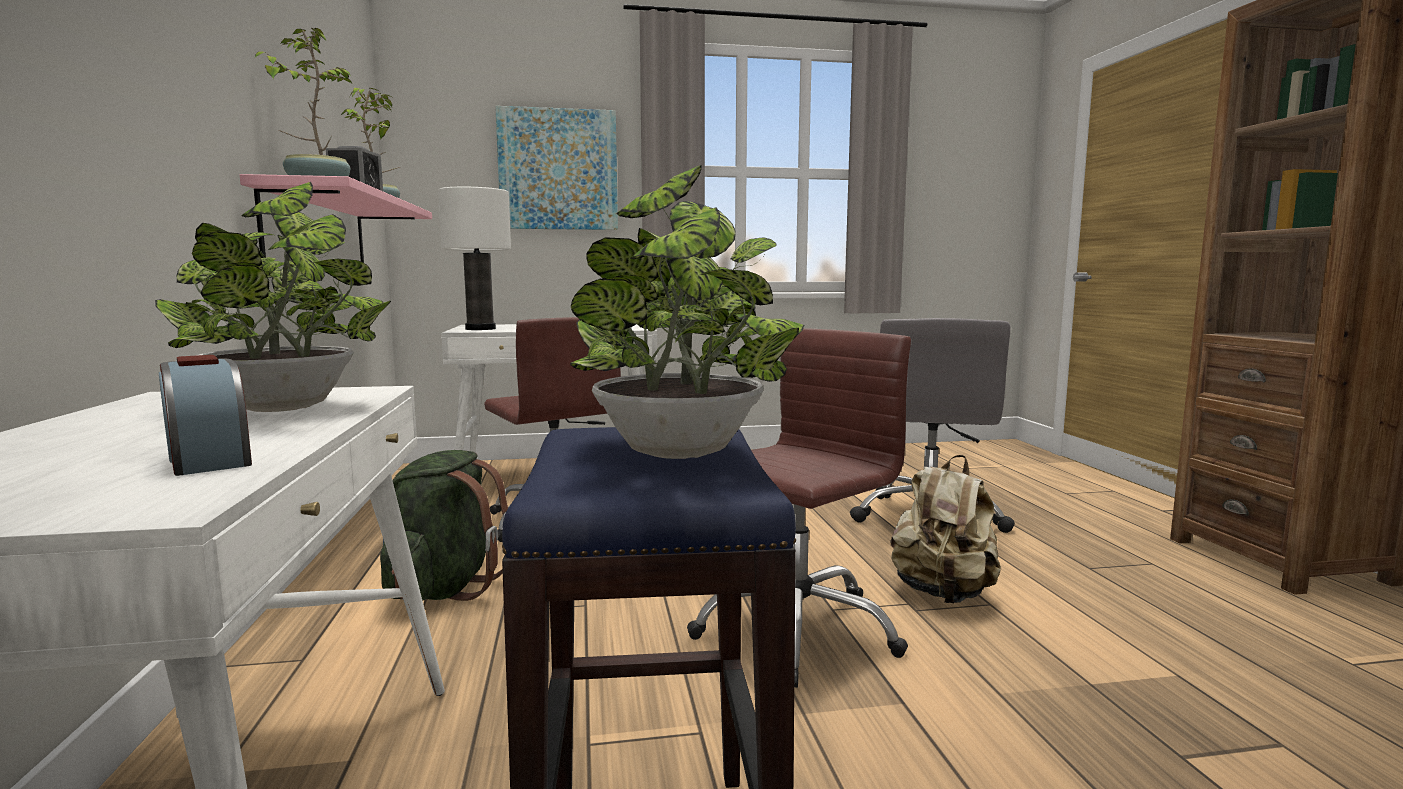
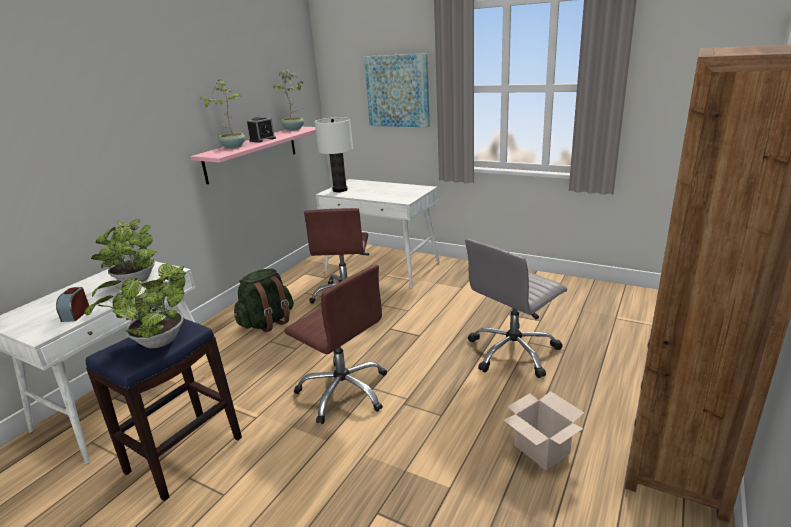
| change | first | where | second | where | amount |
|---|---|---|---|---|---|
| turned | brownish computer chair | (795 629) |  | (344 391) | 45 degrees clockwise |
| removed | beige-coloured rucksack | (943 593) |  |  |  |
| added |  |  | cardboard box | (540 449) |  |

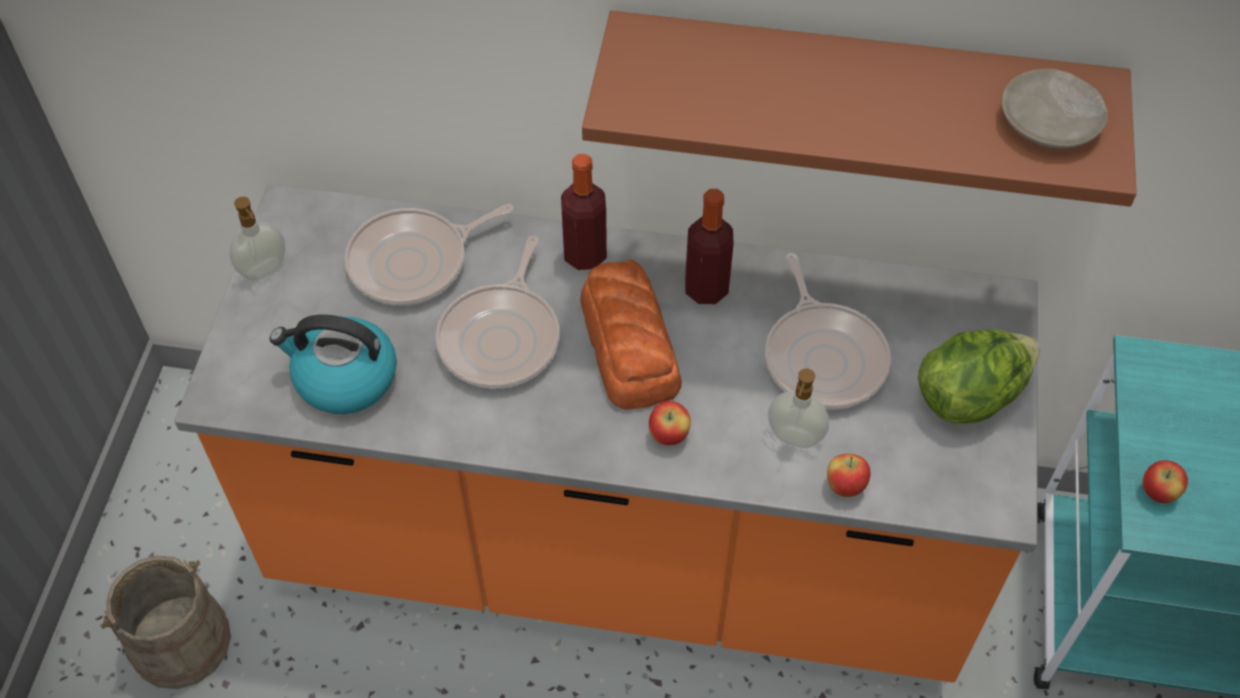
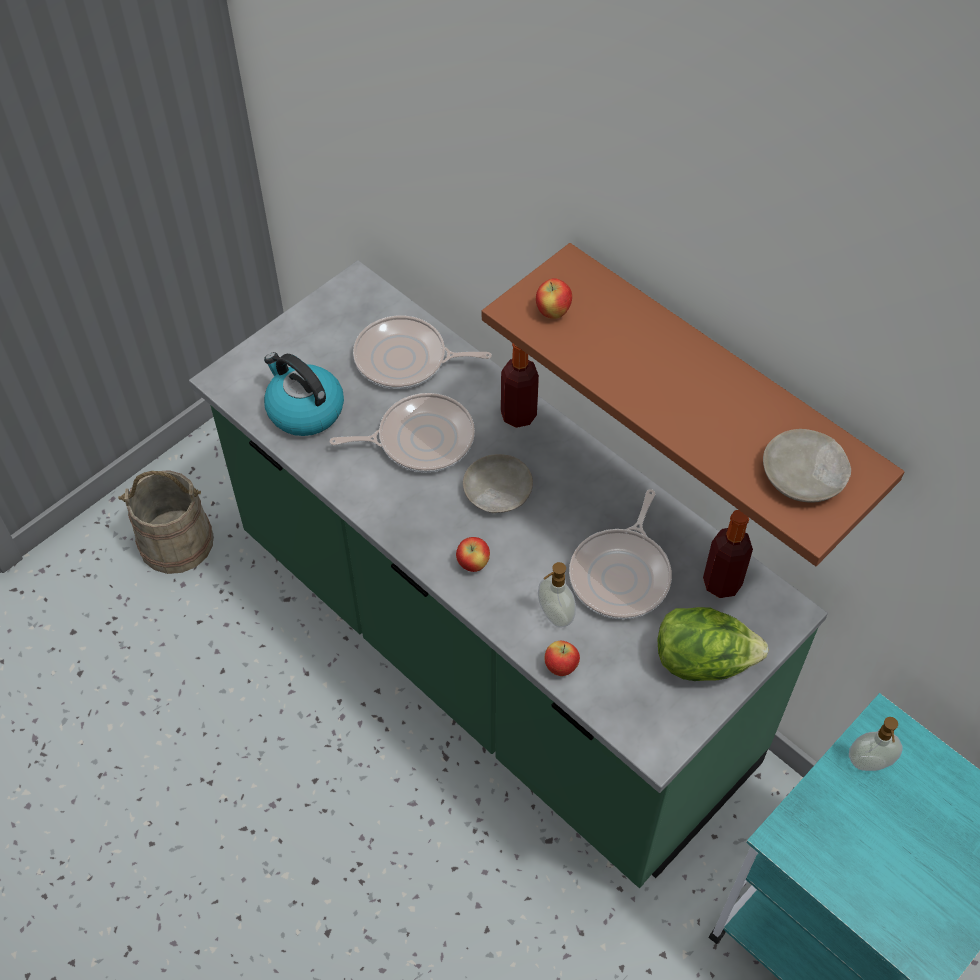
| change | first | where | second | where | amount |
|---|---|---|---|---|---|
| recoloured | orange-coloured kitchen counter | (620 548) | green-coloured kitchen counter | (490 653) |  |
| moved | beverage bottle | (706 289) |  | (722 583) |  |
| moved | soap dispenser | (265 270) |  | (869 764) |  |
| turned | frying pan | (502 337) |  | (420 439) | 150 degrees counterclockwise |
| replaced | bakery bread | (629 346) | beige-coloured dinner plate | (497 491) |  |
| moved | apple fruit | (1158 493) |  | (553 312) |  |

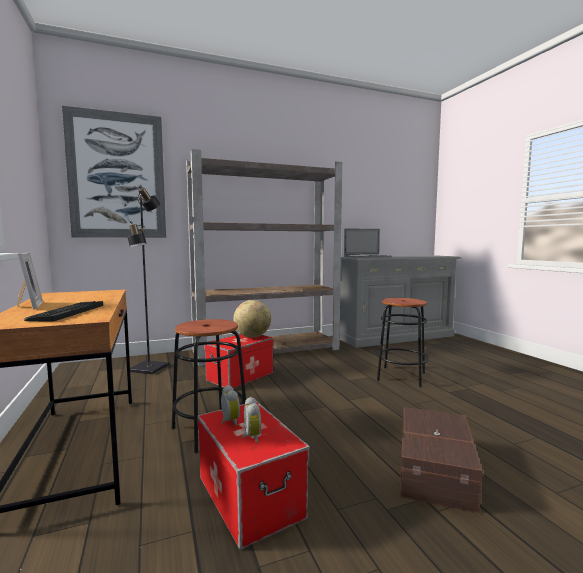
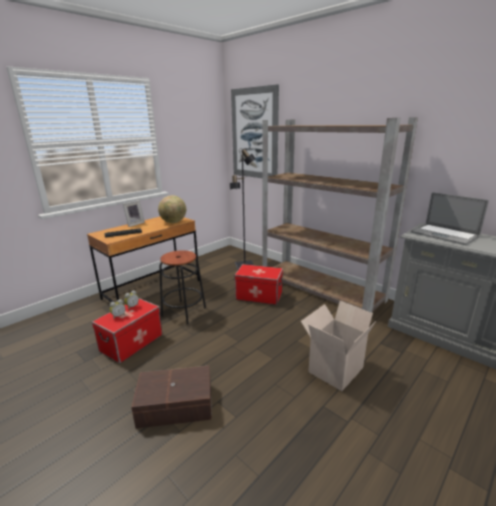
| change | first | where | second | where | amount |
|---|---|---|---|---|---|
| replaced | black-coloured sitting stool | (401 376) | cardboard box | (334 368) |  |
| moved | globe | (252 336) |  | (174 222) |  |

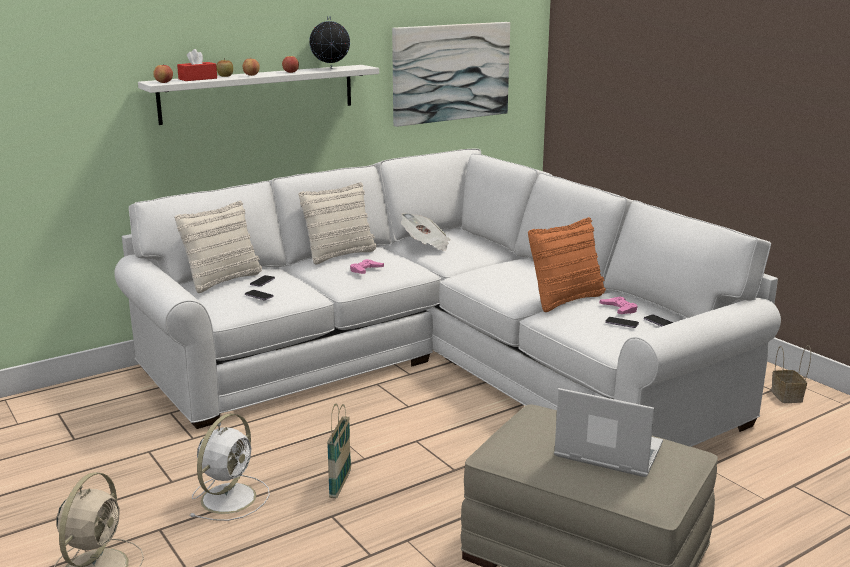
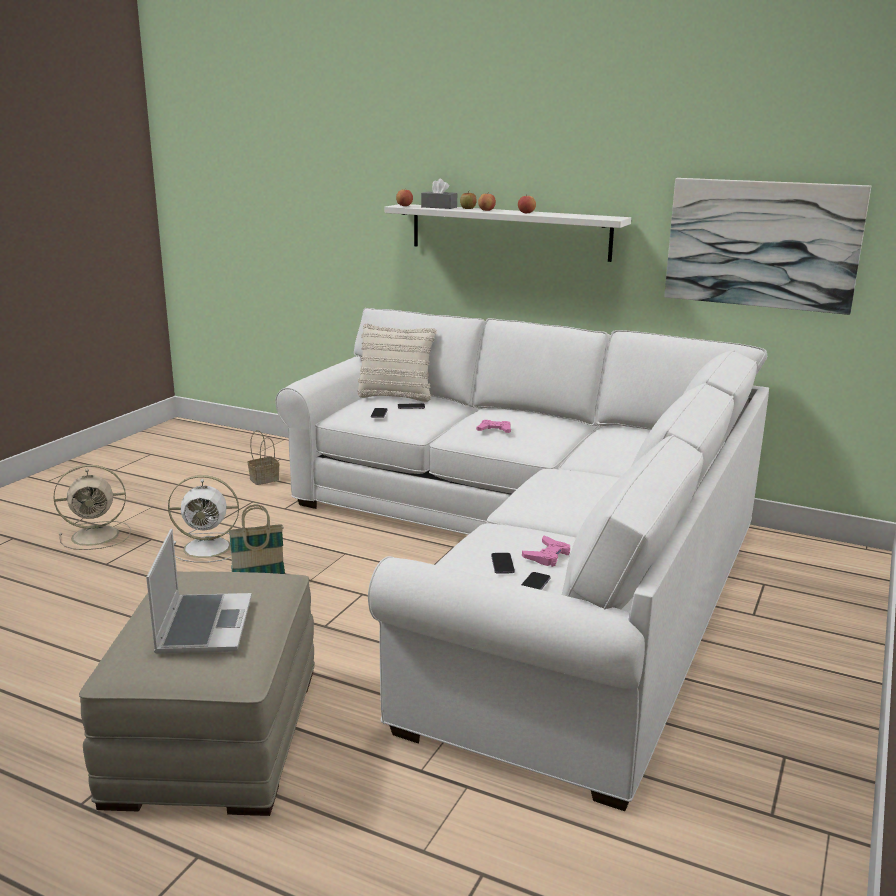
| change | first | where | second | where | amount |
|---|---|---|---|---|---|
| removed | globe | (330 68) |  |  |  |
| recoloured | red-coloured tissue holder | (198 79) | gray tissue holder | (439 207) |  |
| removed | beige-coloured cushion | (339 255) |  |  |  |
| removed | printed paper | (426 245) |  |  |  |
| removed | orange-coloured cushion | (565 300) |  |  |  |
| moved | storage basket | (787 396) |  | (263 480) |  |

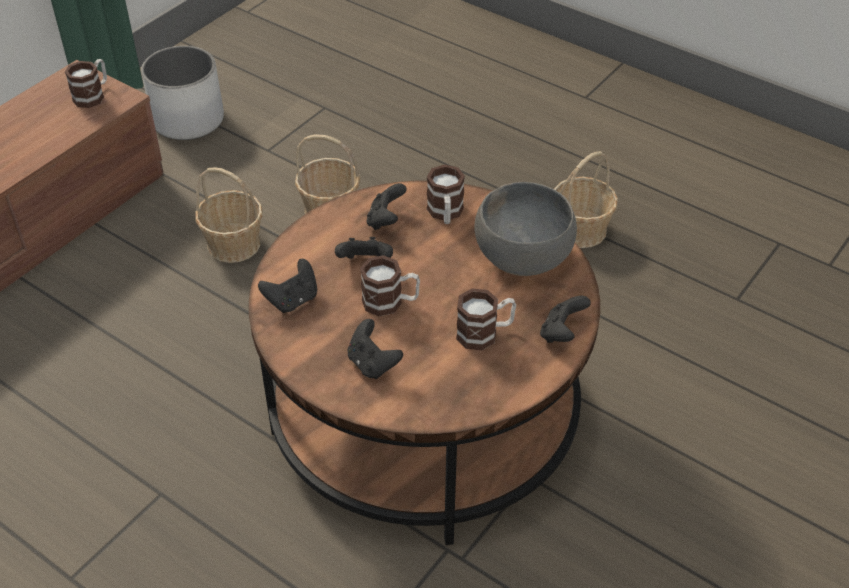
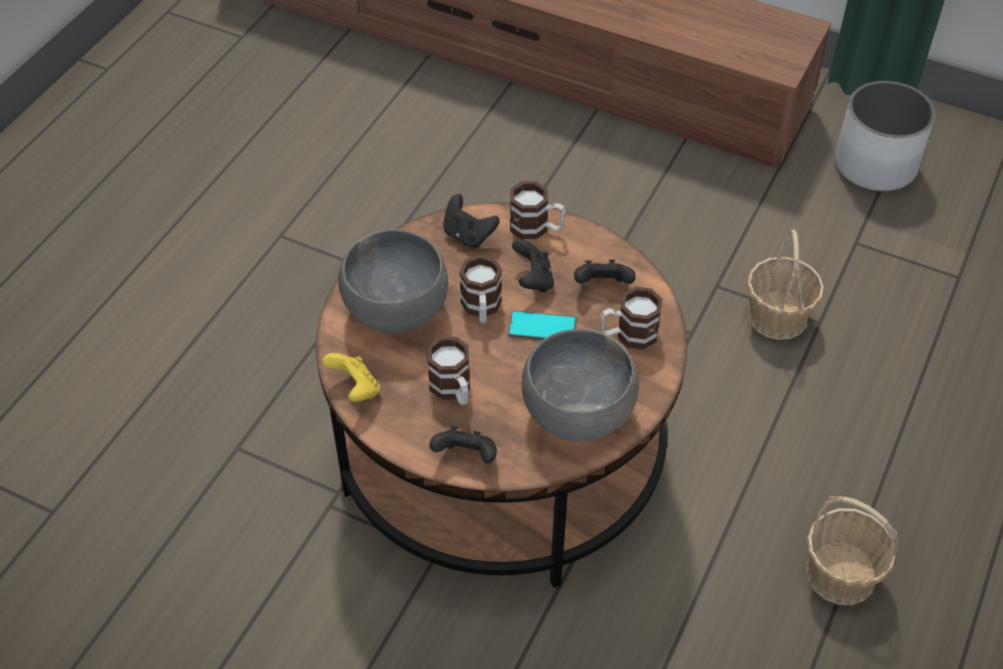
| change | first | where | second | where | amount |
|---|---|---|---|---|---|
| moved | coffee mug | (93 95) |  | (536 228) |  |
| removed | storage basket | (233 244) |  |  |  |
| replaced | black-coloured gamepad | (372 364) | gray serving bowl | (396 307) |  |
| added |  |  | telephone | (542 327) |  |
| added |  |  | yellow gamepad | (355 389) |  |

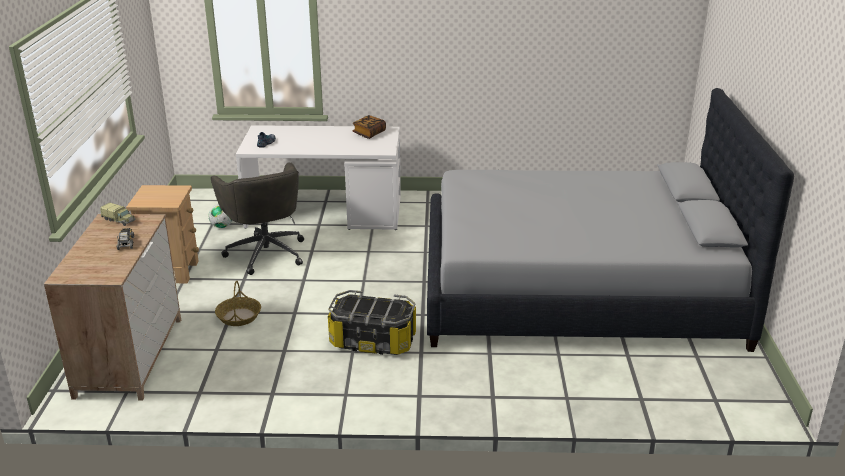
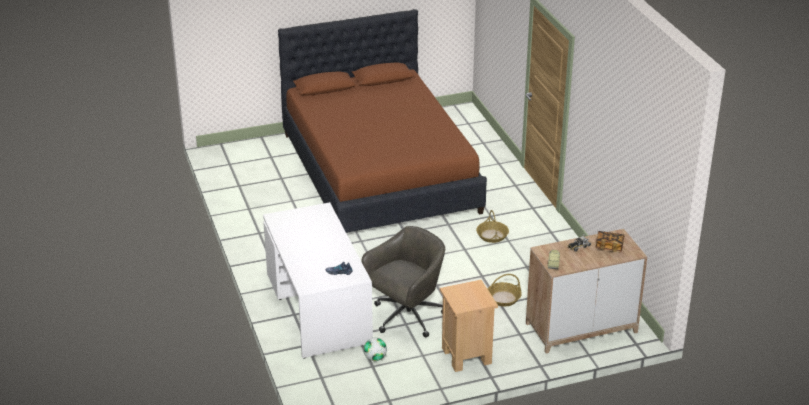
| change | first | where | second | where | amount |
|---|---|---|---|---|---|
| recoloured | gray bed | (577 290) | brownish bed | (379 172) |  |
| moved | book | (369 133) |  | (609 247) |  |
| replaced | storage container | (373 341) | storage basket | (492 236) |  |

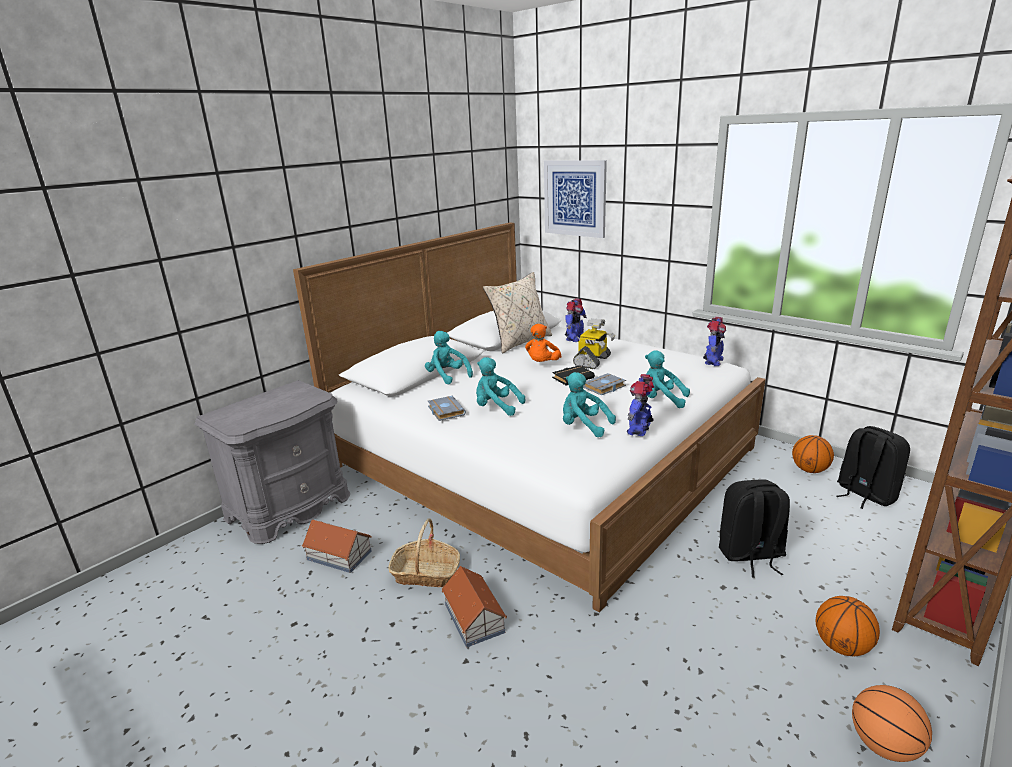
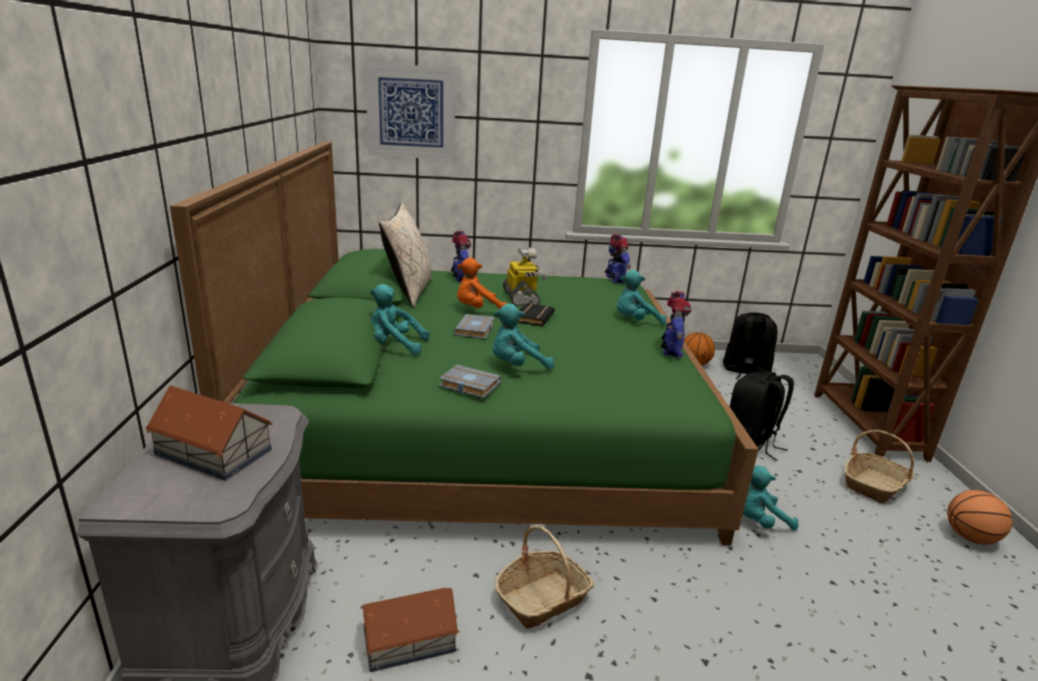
| change | first | where | second | where | amount |
|---|---|---|---|---|---|
| recoloured | white bed | (542 457) | green-coloured bed | (486 422) |  |
| turned | orange-coloured plush toy | (542 364) |  | (477 310) | 90 degrees clockwise |
| moved | turquoise-coloured plush toy | (583 426) |  | (759 521) |  |
| moved | gray book | (604 387) |  | (475 330) |  |
| turned | robot figure | (640 429) |  | (671 350) | 150 degrees counterclockwise |
| moved | miniature house | (474 617) |  | (213 451) |  |
| replaced | basketball ball | (842 646) | storage basket | (874 485) |  |

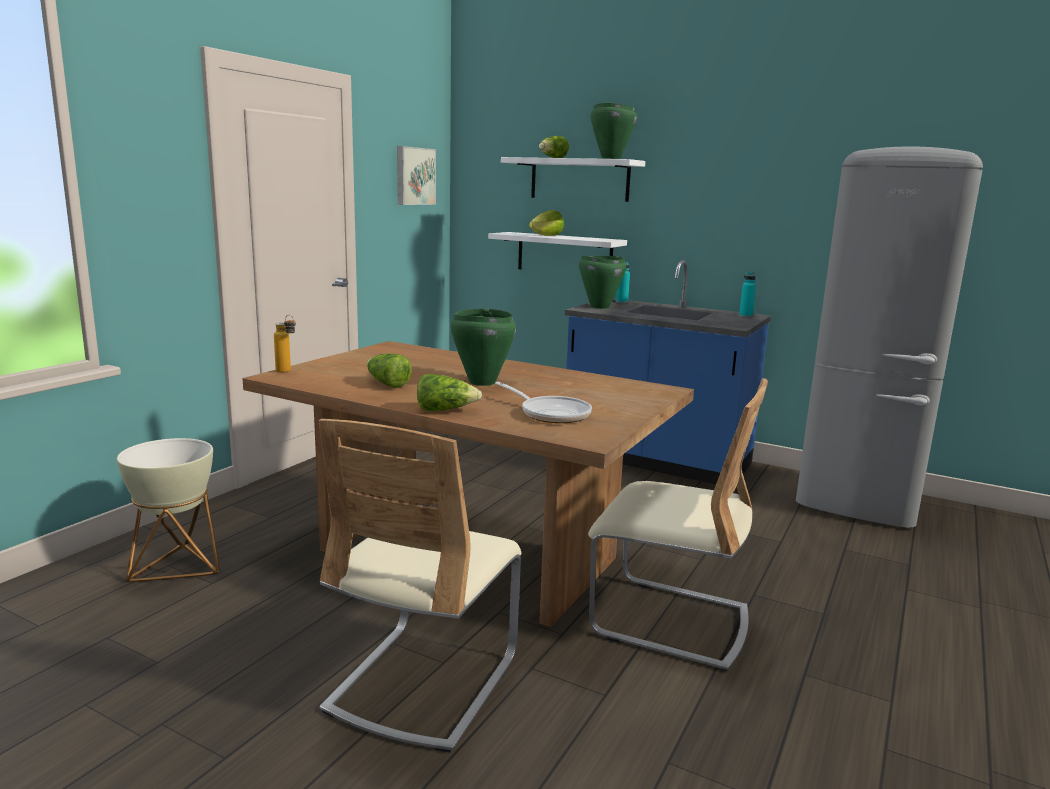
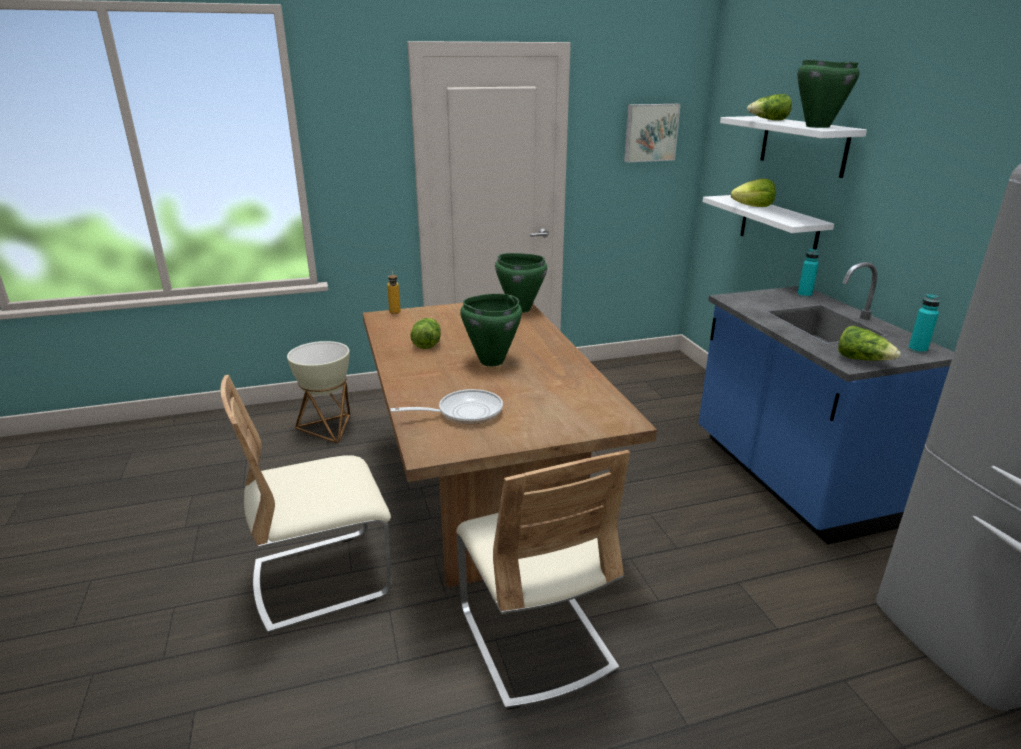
| change | first | where | second | where | amount |
|---|---|---|---|---|---|
| moved | green-coloured saucepot | (599 307) |  | (520 309) |  |
| moved | head of lettuce | (445 410) |  | (862 360) |  |
| turned | frying pan | (551 413) |  | (464 412) | 105 degrees counterclockwise |

